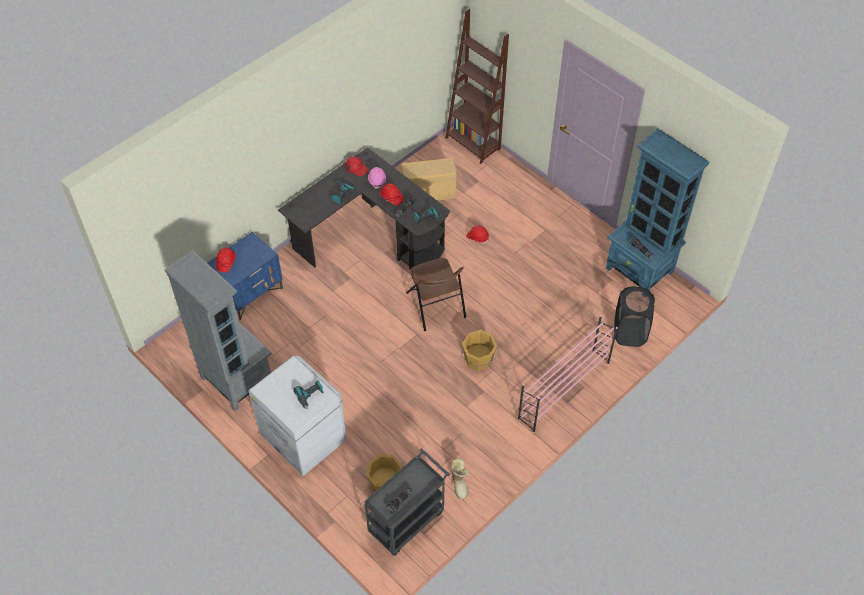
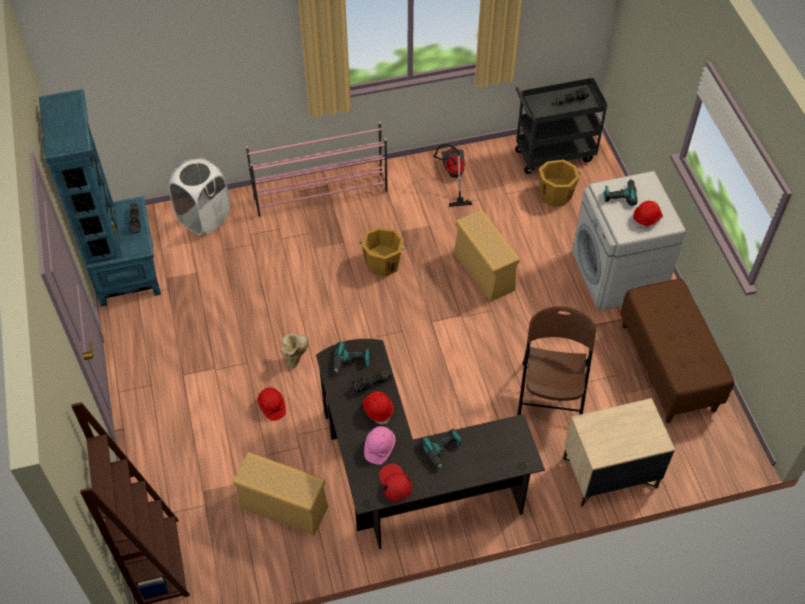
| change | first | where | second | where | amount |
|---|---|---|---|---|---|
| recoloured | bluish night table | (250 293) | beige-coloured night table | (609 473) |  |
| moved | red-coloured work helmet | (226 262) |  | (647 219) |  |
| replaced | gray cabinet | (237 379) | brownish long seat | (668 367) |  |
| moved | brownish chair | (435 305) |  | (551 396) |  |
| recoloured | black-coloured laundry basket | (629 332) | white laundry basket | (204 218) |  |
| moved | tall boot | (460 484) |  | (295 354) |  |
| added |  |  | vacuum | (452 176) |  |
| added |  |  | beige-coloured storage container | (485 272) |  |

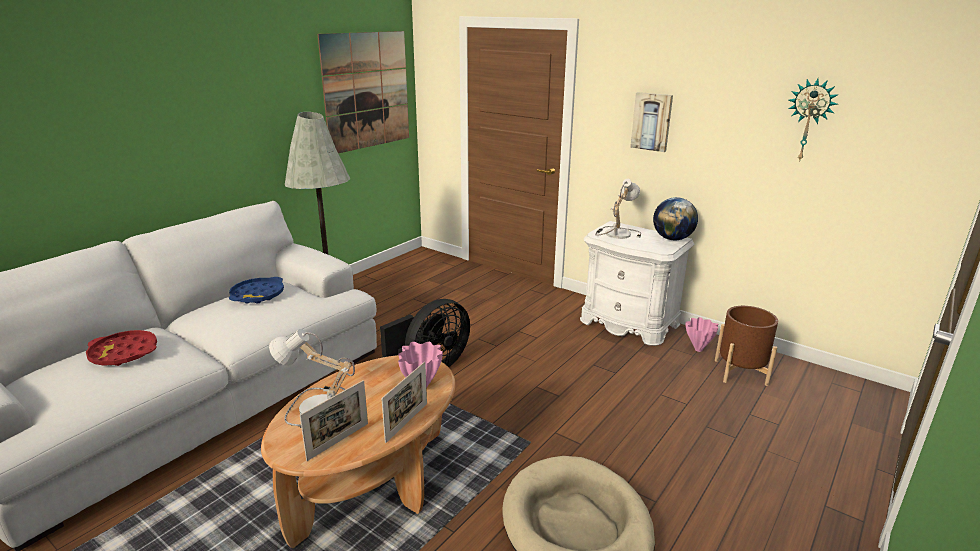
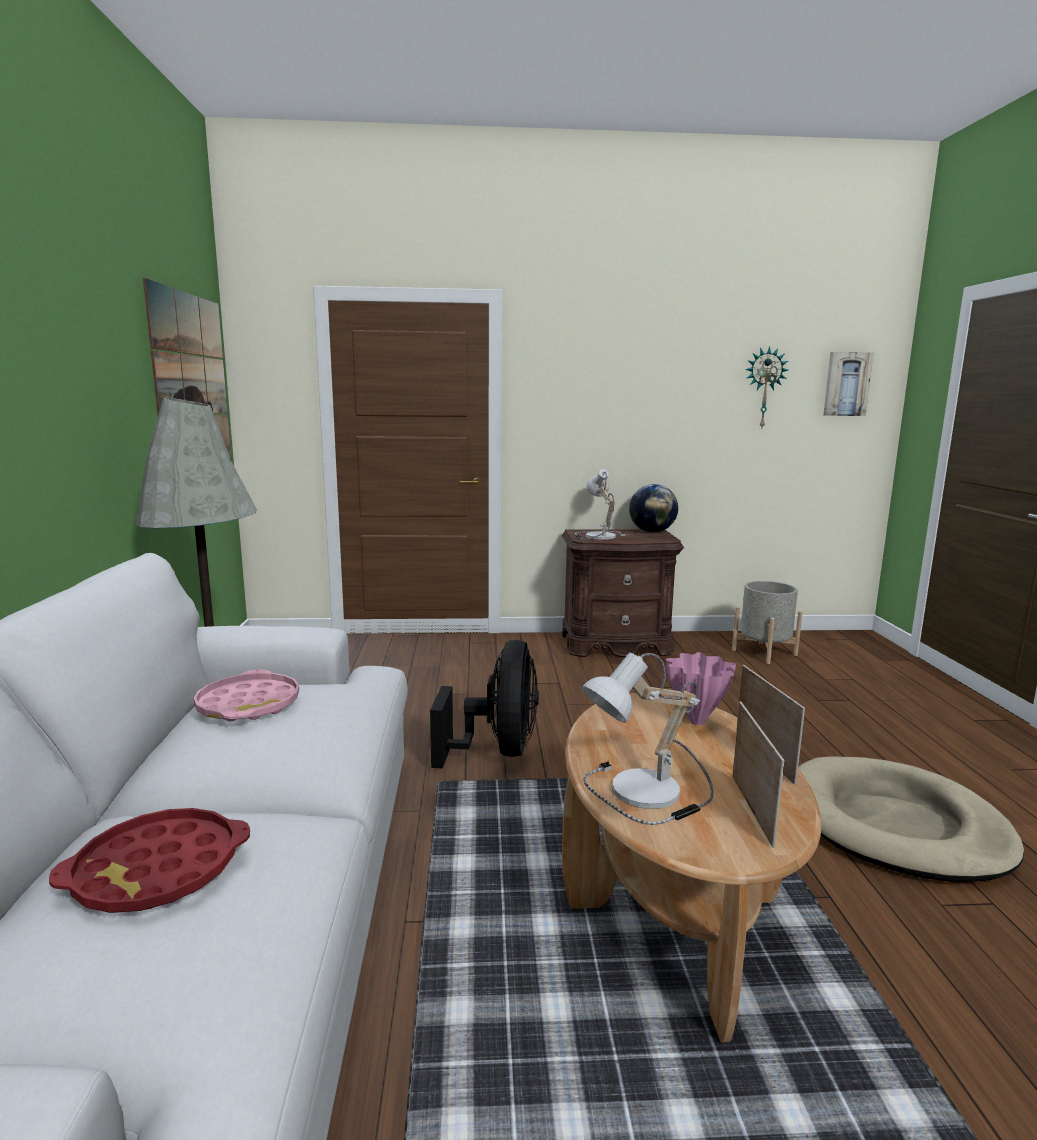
| change | first | where | second | where | amount |
|---|---|---|---|---|---|
| moved | picture | (652 121) |  | (846 384) |  |
| recoloured | white night table | (627 324) | brownish night table | (618 645) |  |
| recoloured | bluish serving tray | (258 295) | pinkish serving tray | (249 705) |  |
| recoloured | brownish flower pot | (740 372) | gray flower pot | (764 652) |  |
| removed | pinkish flower vase | (698 349) |  |  |  |

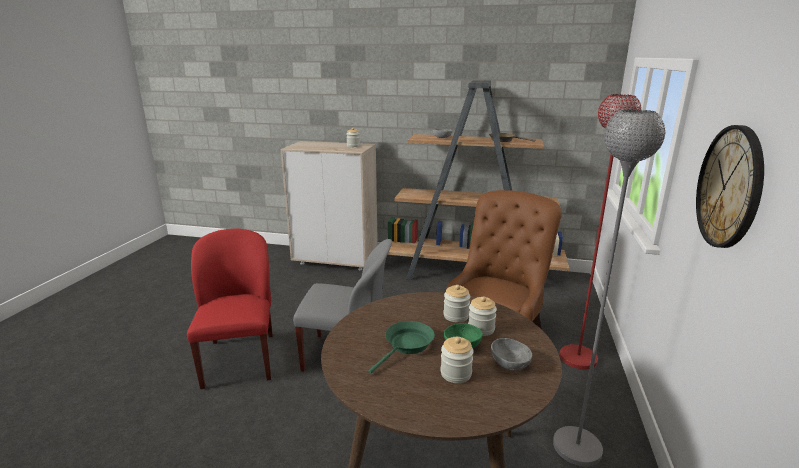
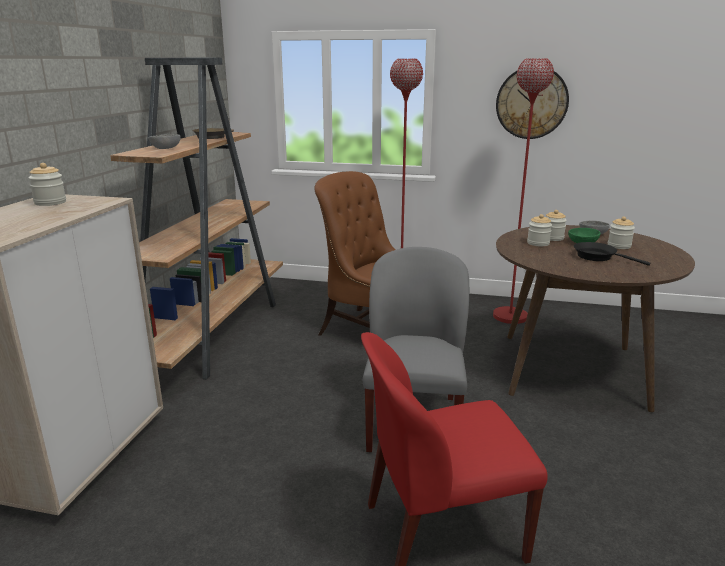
| change | first | where | second | where | amount |
|---|---|---|---|---|---|
| recoloured | gray floor lamp | (577 448) | red-coloured floor lamp | (510 316) |  |
| recoloured | green-coloured frying pan | (407 345) | black-coloured frying pan | (598 257) |  |

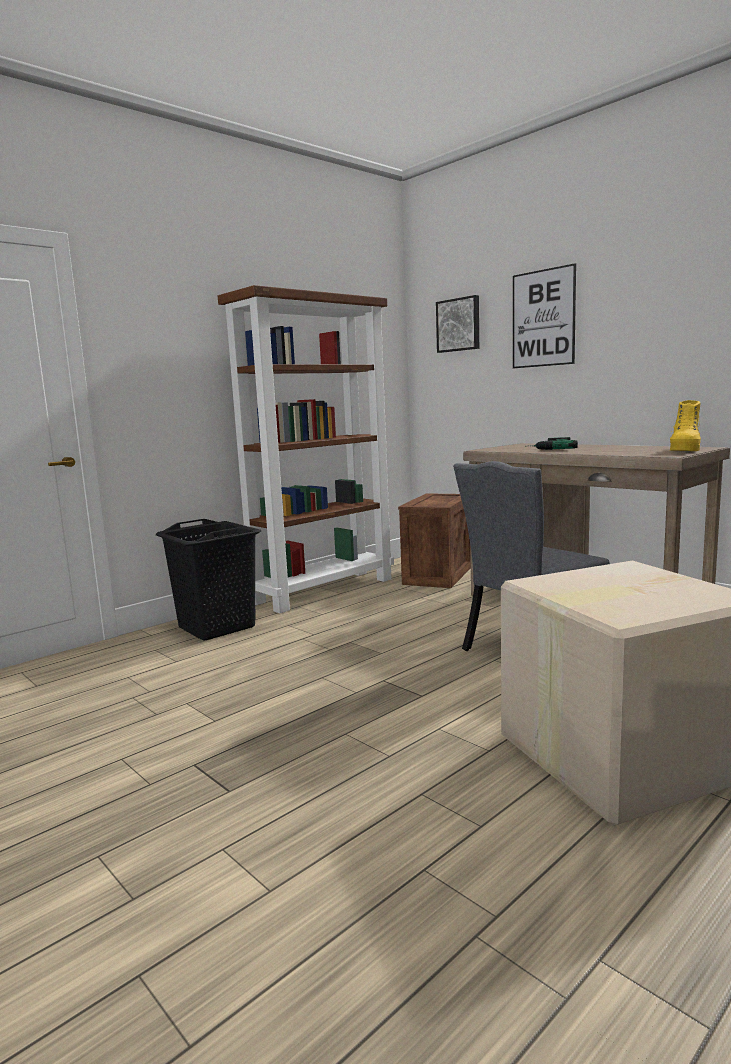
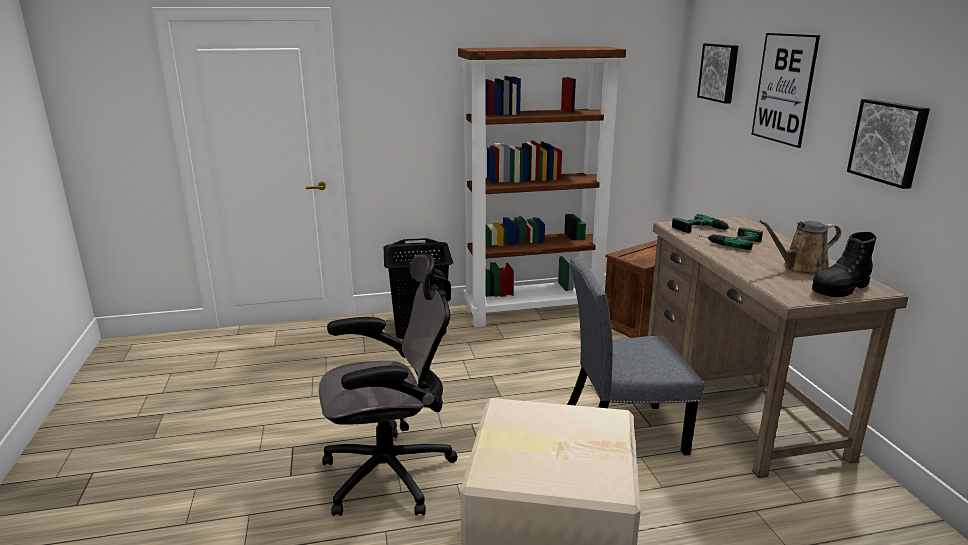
| change | first | where | second | where | amount |
|---|---|---|---|---|---|
| recoloured | yellow tall boot | (685 450) | black-coloured tall boot | (840 289) |  |
| added |  |  | picture | (889 142) |  |
| added |  |  | power drill | (704 230) |  |
| added |  |  | brownish watering can | (801 268) |  |
| added |  |  | computer chair | (389 474) |  |

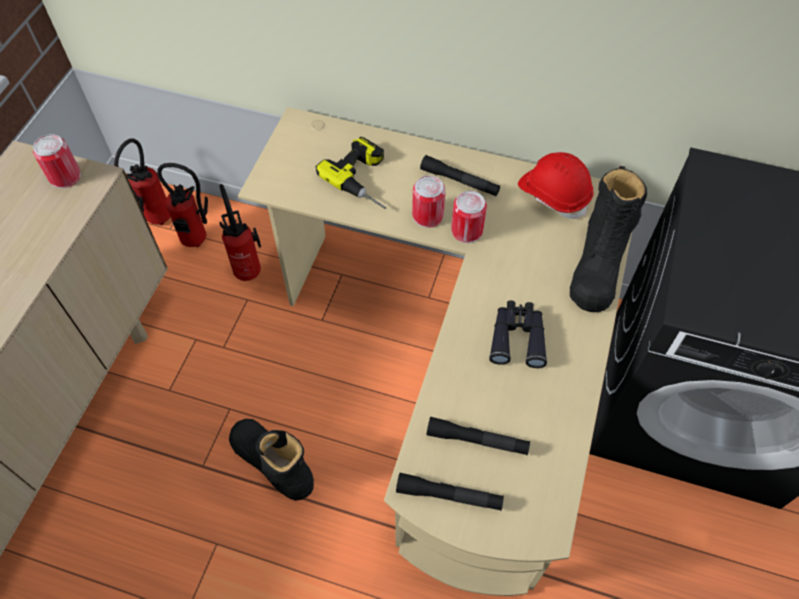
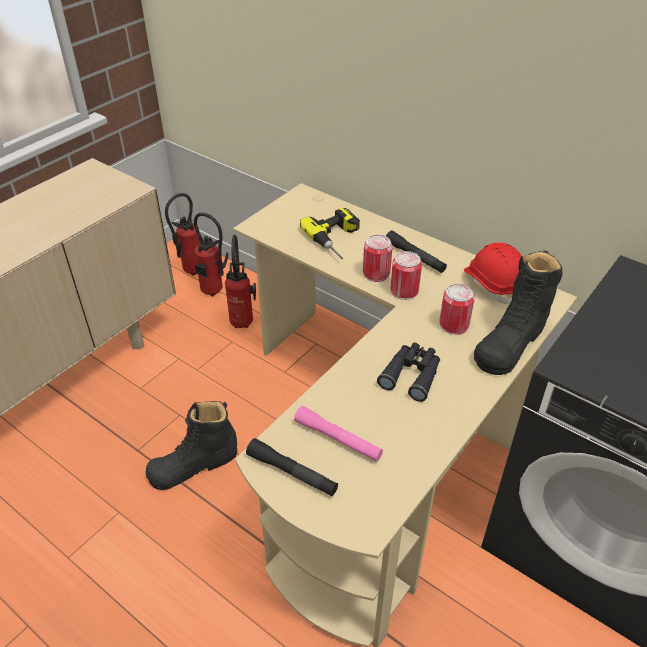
| change | first | where | second | where | amount |
|---|---|---|---|---|---|
| moved | metal can | (65 176) |  | (454 325) |  |
| recoloured | black-coloured hand torch | (477 440) | pinkish hand torch | (338 439) |  |
| turned | black-coloured tall boot | (272 462) |  | (194 465) | 90 degrees counterclockwise |

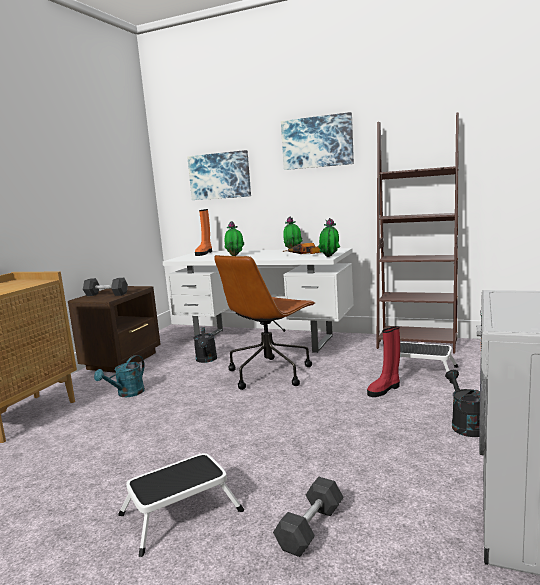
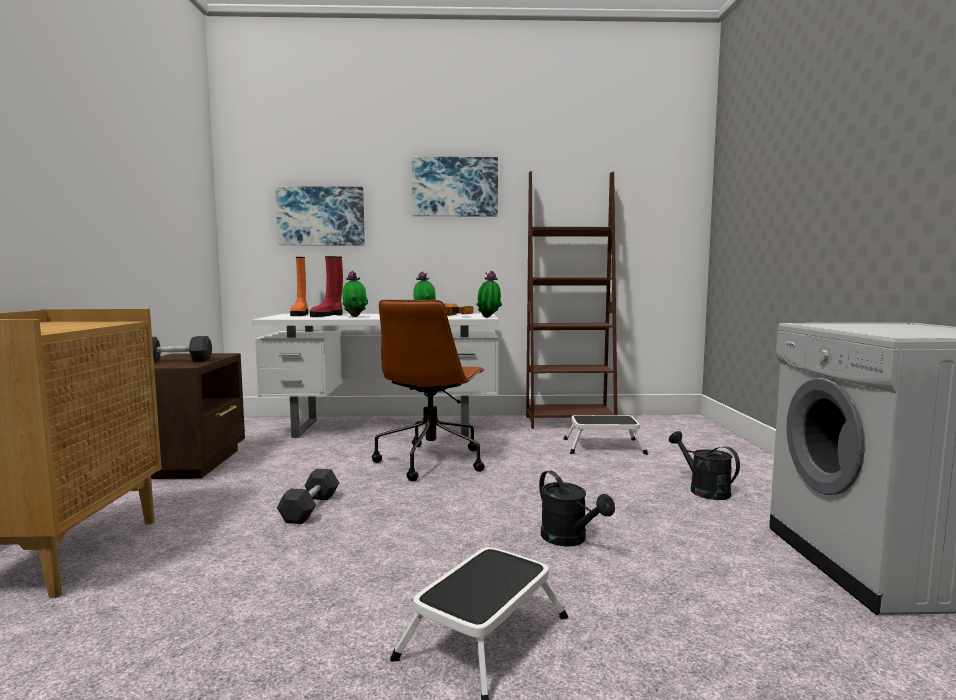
| change | first | where | second | where | amount |
|---|---|---|---|---|---|
| moved | red-coloured tall boot | (384 390) |  | (327 315) |  |
| moved | black-coloured watering can | (206 360) |  | (569 539) |  |
| removed | turquoise-coloured watering can | (127 394) |  |  |  |
| moved | gray hand weight | (310 528) |  | (310 508) |  |

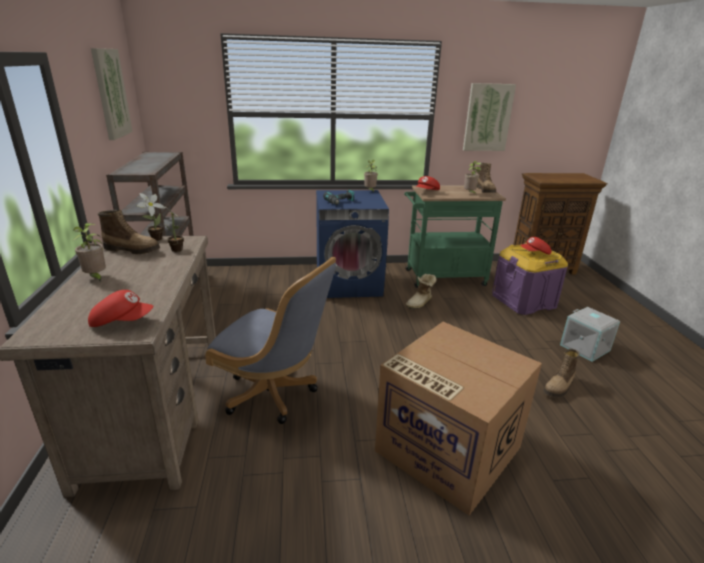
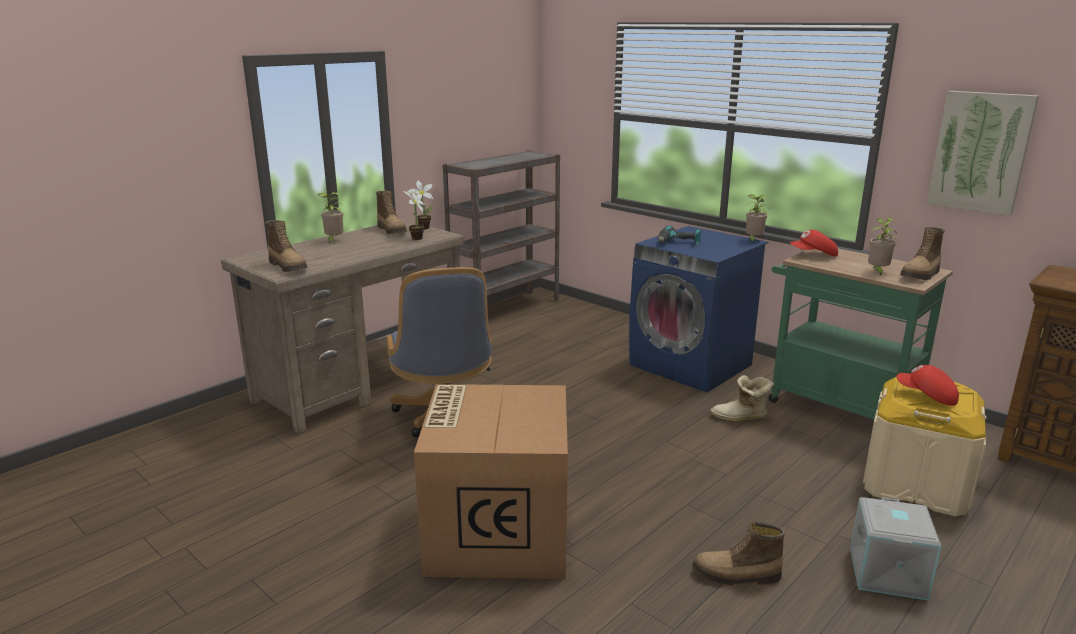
| change | first | where | second | where | amount |
|---|---|---|---|---|---|
| removed | picture | (110 93) |  |  |  |
| recoloured | purplish storage container | (523 301) | beige-coloured storage container | (916 484) |  |
| replaced | red-coloured peaked cap | (122 321) | tall boot | (289 267) |  |

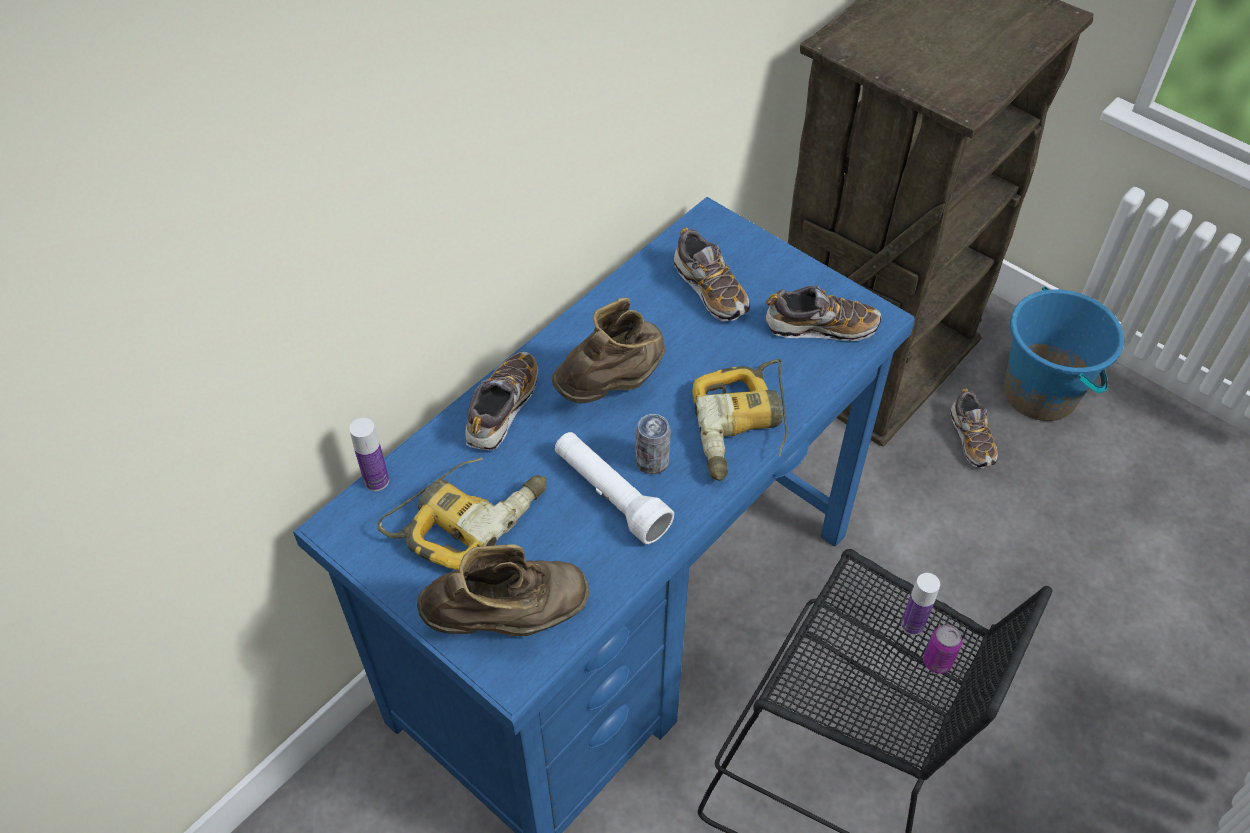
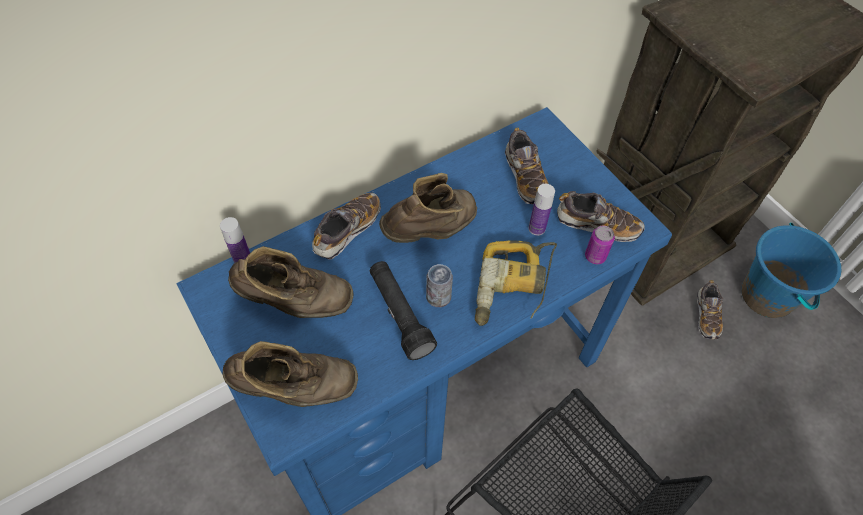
| change | first | where | second | where | amount |
|---|---|---|---|---|---|
| recoloured | white hand torch | (610 495) | black-coloured hand torch | (399 315) |  |
| replaced | power drill | (468 516) | brownish tall boot | (295 304) |  |
| moved | beverage bottle | (912 625) |  | (536 228) |  |
| moved | metal can | (937 661) |  | (595 256) |  |

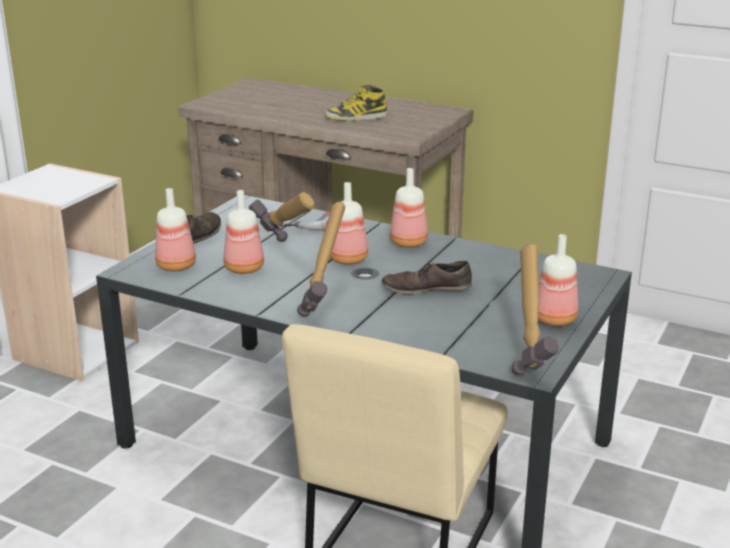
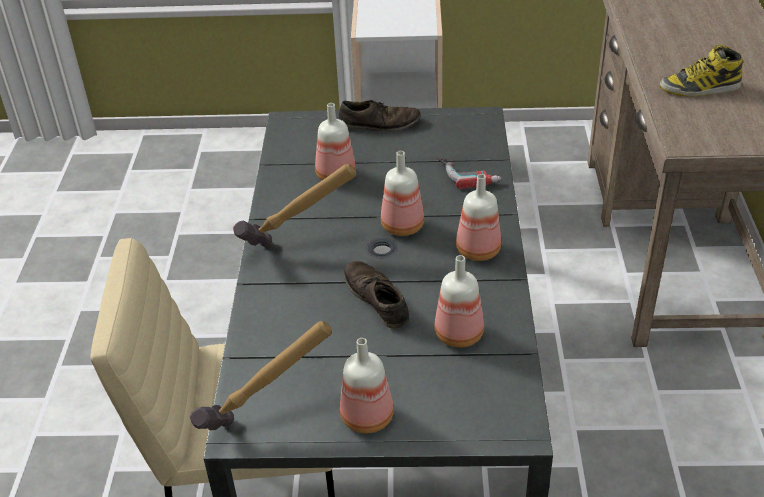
| change | first | where | second | where | amount |
|---|---|---|---|---|---|
| turned | tall boot | (356 117) |  | (699 88) | 60 degrees counterclockwise |
| moved | beverage bottle | (177 265) |  | (460 334) |  |
| removed | tool hammer | (282 254) |  |  |  |

